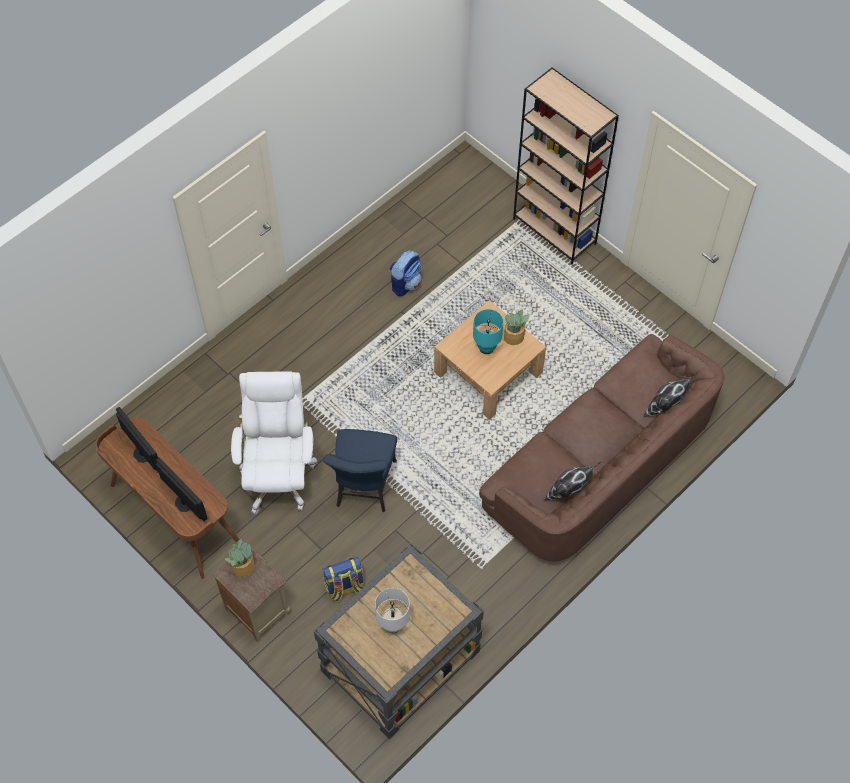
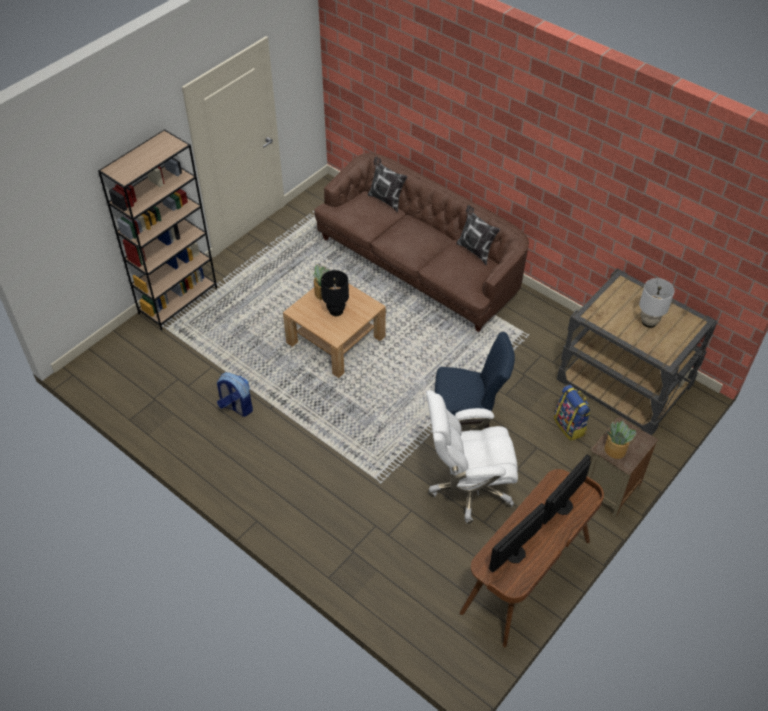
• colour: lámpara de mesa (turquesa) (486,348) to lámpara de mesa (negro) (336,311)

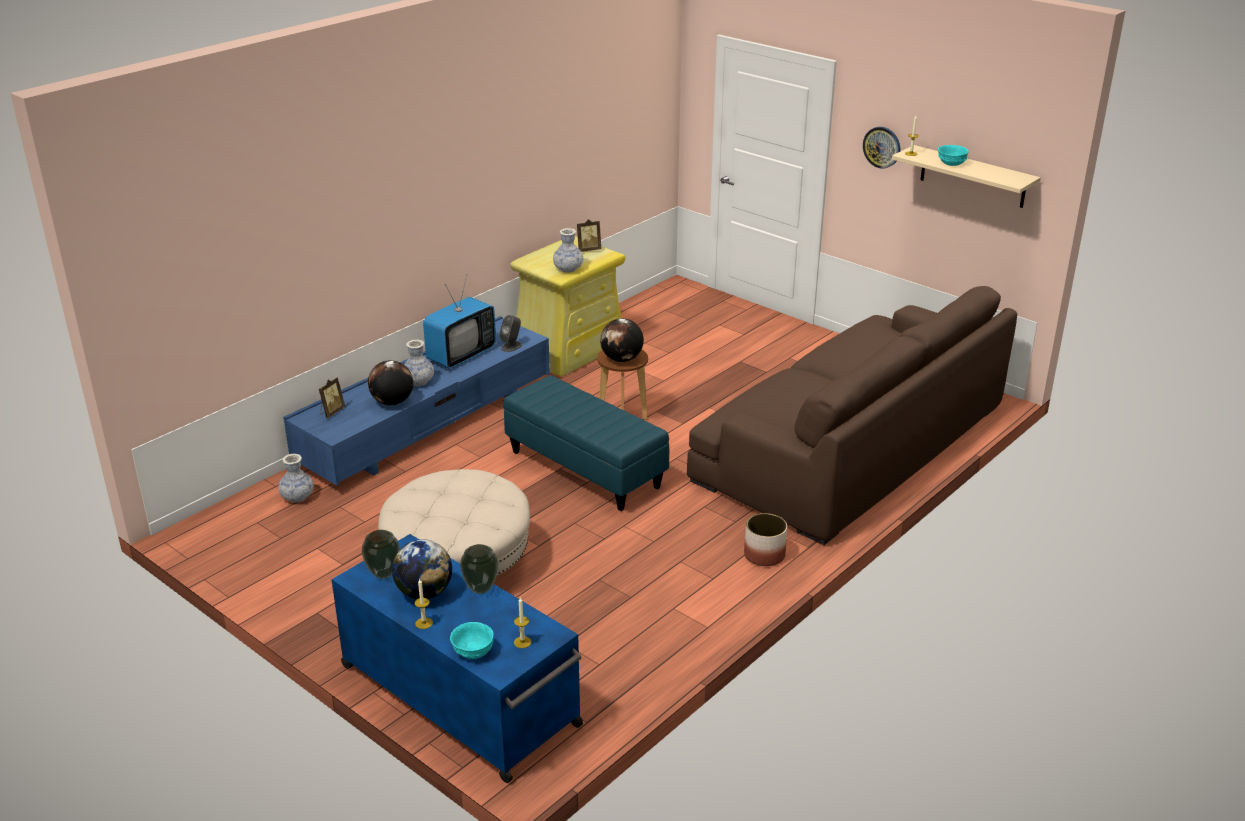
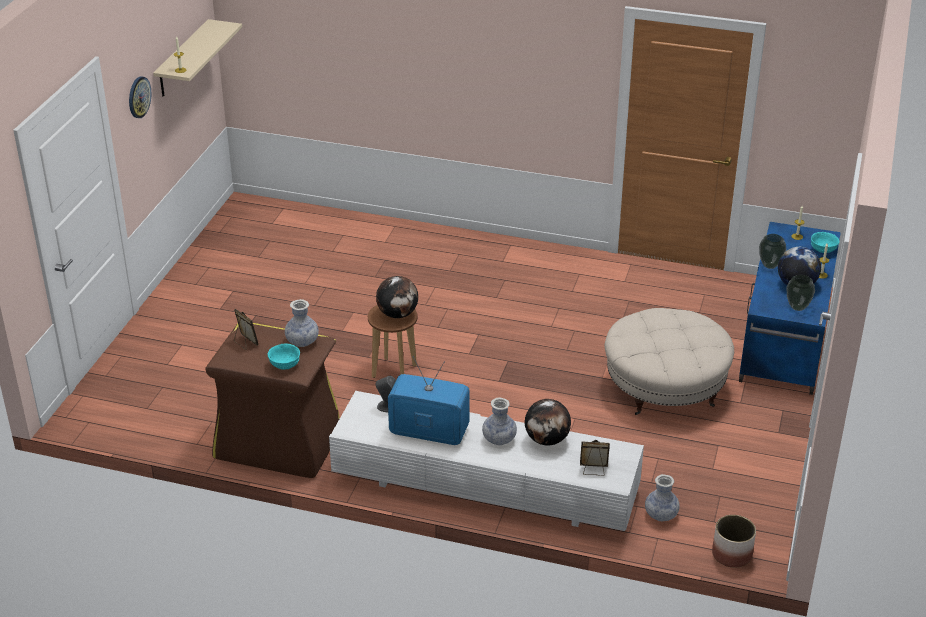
• colour: mueble de televisión (azul) (426,423) to mueble de televisión (blanco) (484,487)
• missing: puf (azul) (584,470)
• colour: mesita de noche (amarillo) (571,350) to mesita de noche (marrón) (277,444)
• missing: sofá (marrón) (849,443)
• relocated: maceta (764,555) to (731,554)
• relocated: cuenco (turquesa) (952,163) to (284,365)

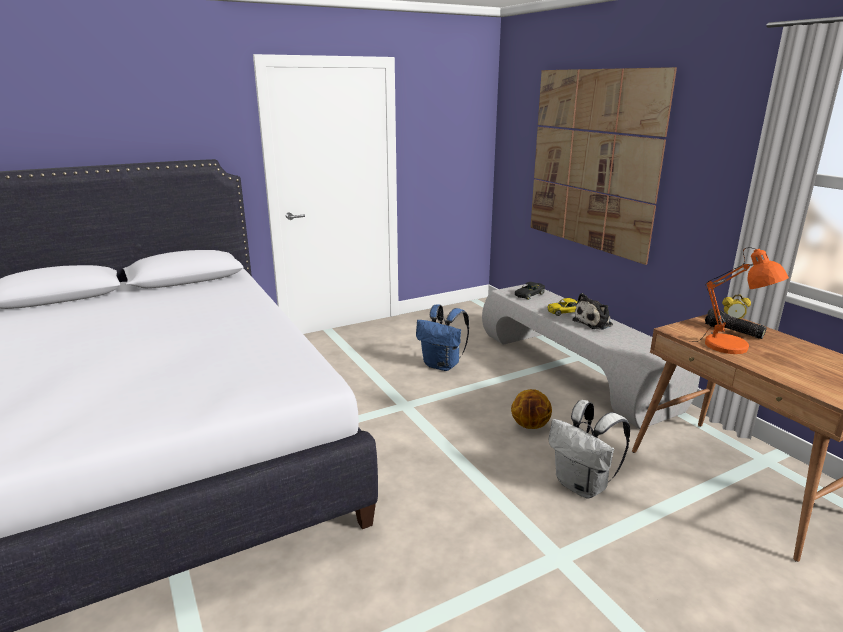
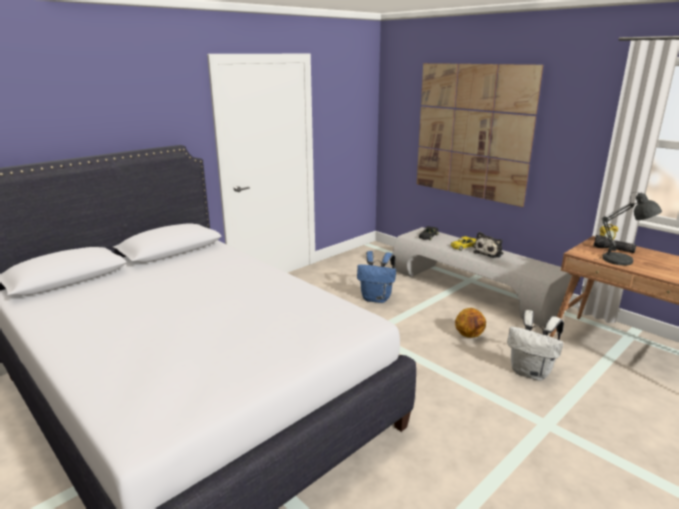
• colour: lámpara de mesa (naranja) (731,348) to lámpara de mesa (gris) (621,261)

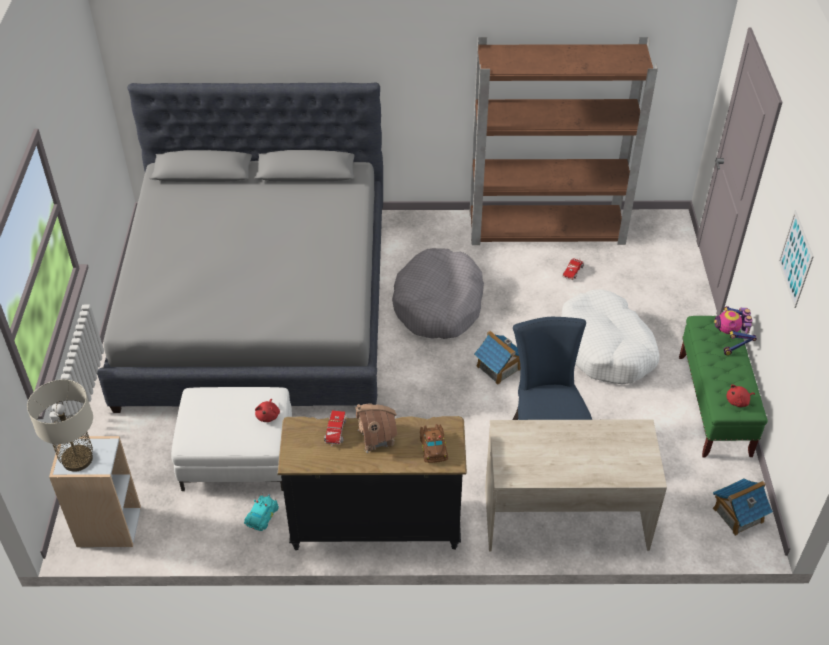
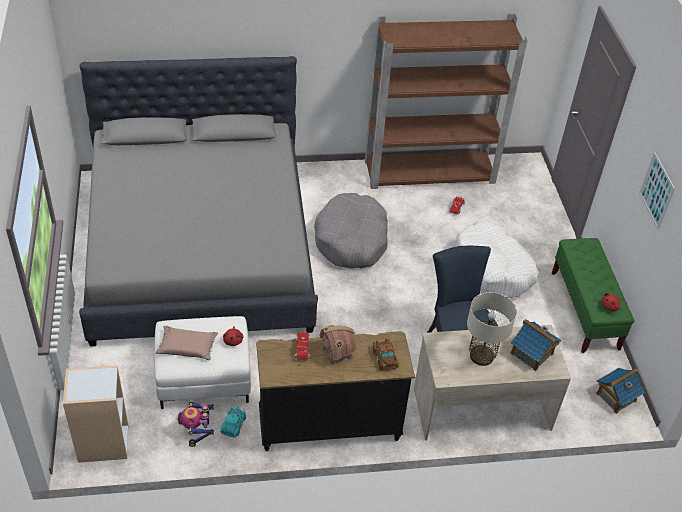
• relocated: lámpara de mesa (77,459) to (481,356)
• relocated: casita (499,368) to (532,353)
• relocated: robot de juguete (729,341) to (197,432)
• appeared: cojín (beis) (187,346)

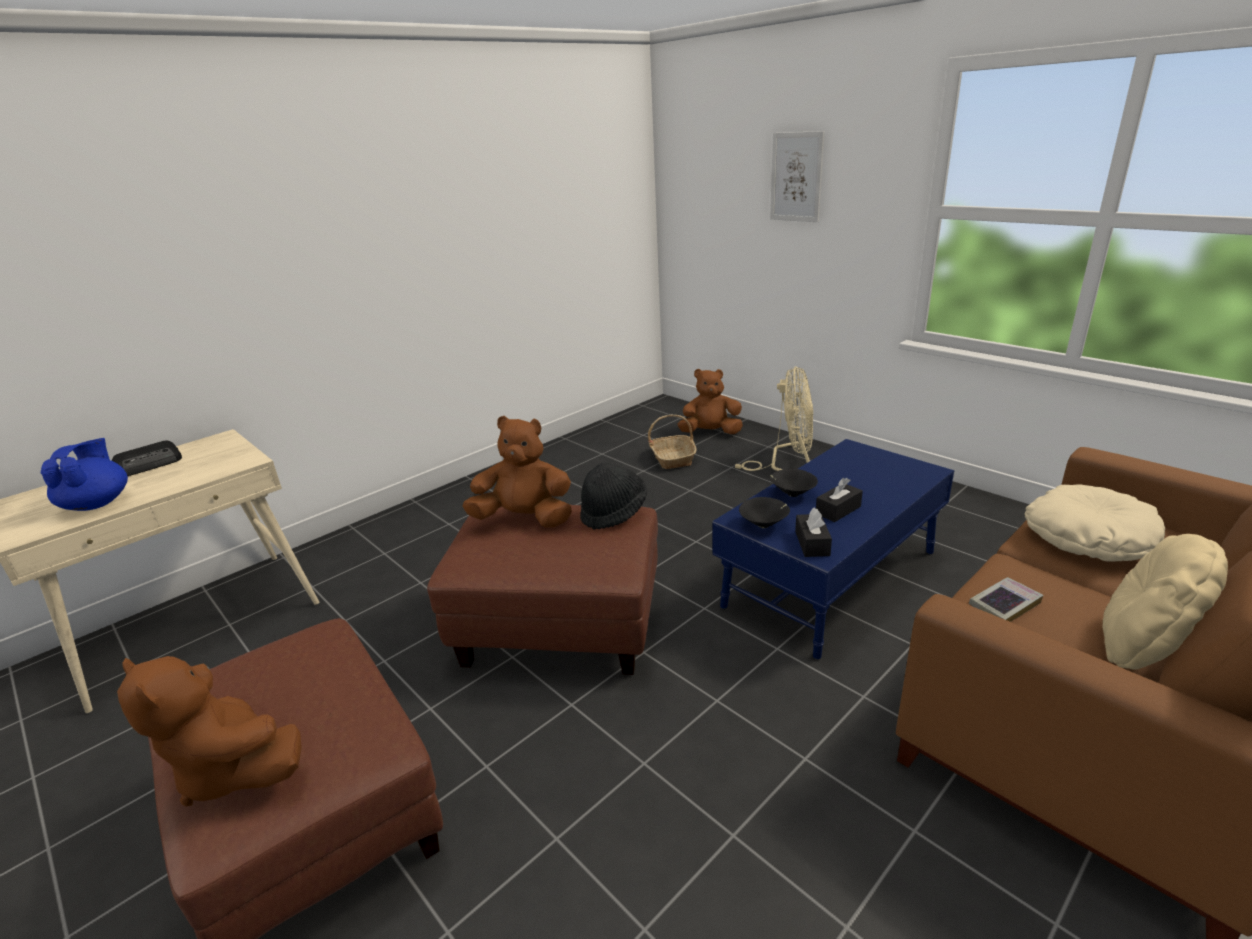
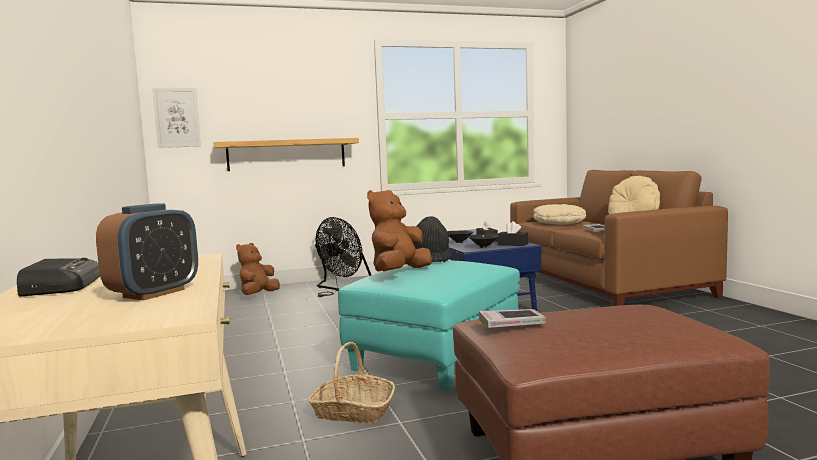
• exchanged: tetera (azul) (98,503) to despertador (154,293)
• missing: peluche (marrón) (234,769)
• colour: puf (marrón) (561,626) to puf (turquesa) (435,358)
• relocated: cesta (672,458) to (353,411)
• colour: ventilador (beis) (786,461) to ventilador (negro) (337,287)
• relocated: cuadro (796,177) to (177,117)
• appeared: estante (286,154)
• appeared: libro (511,324)

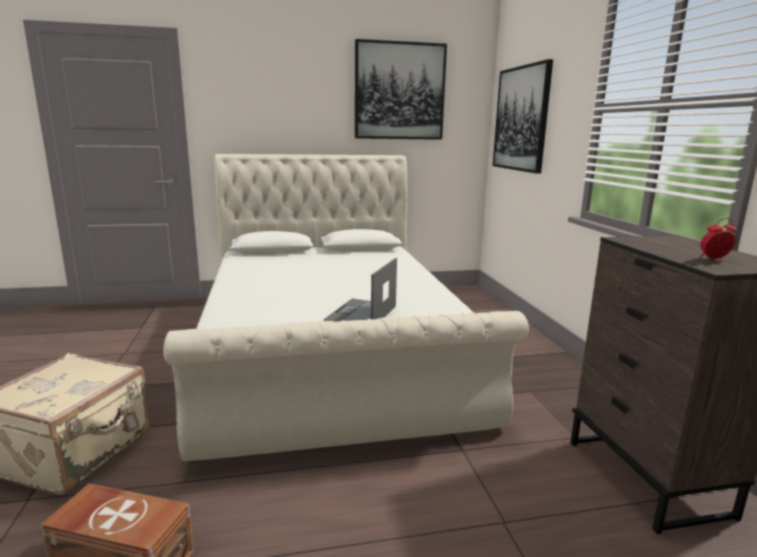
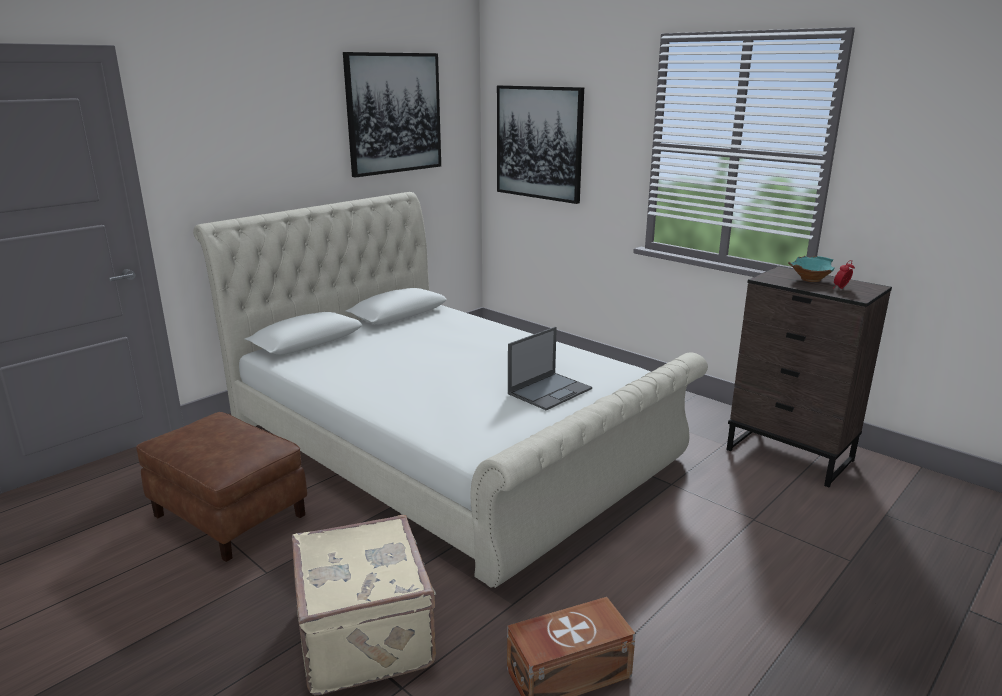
• spun: portátil (361,314) = (550,391) 120 degrees counterclockwise
• appeared: puf (marrón) (228,516)
• appeared: cuenco (turquesa) (809,279)

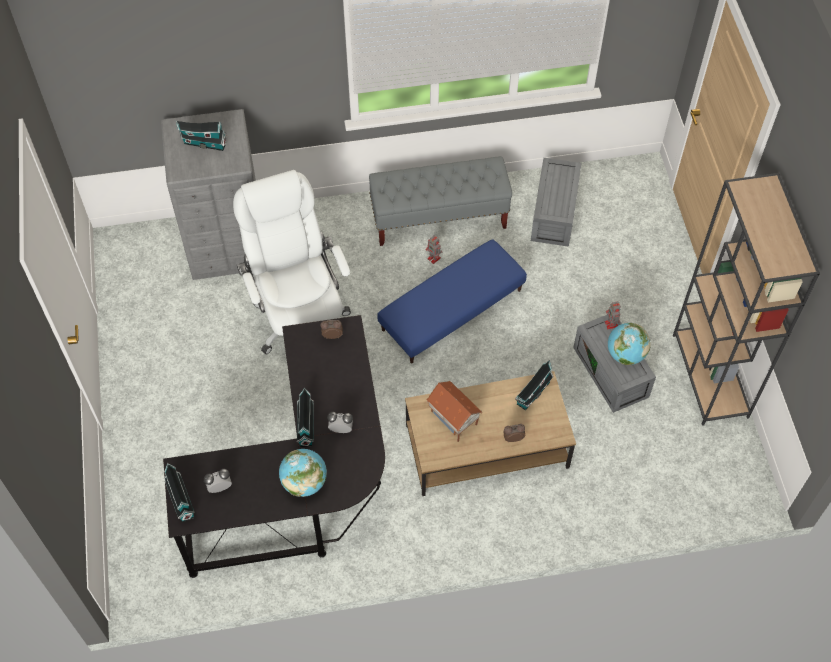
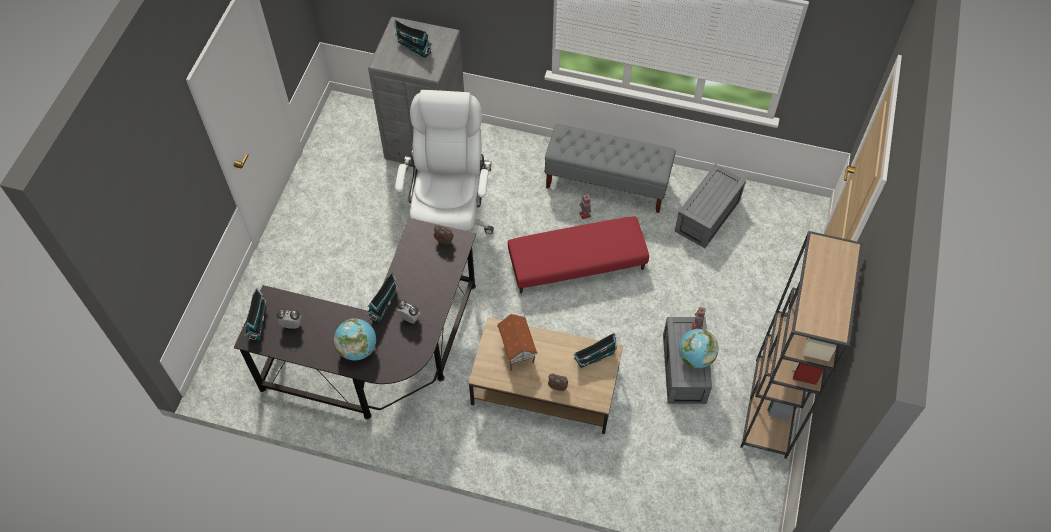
• colour: puf (azul) (451,309) to puf (rojo) (577,262)

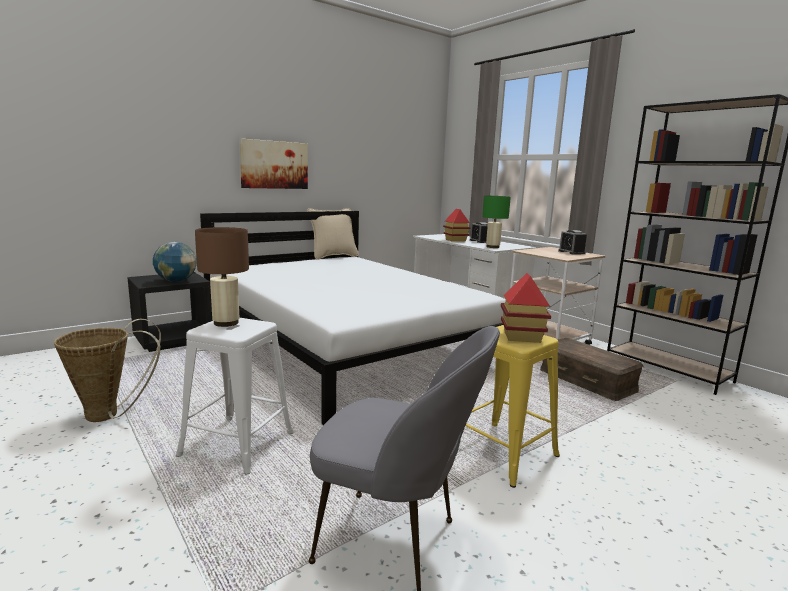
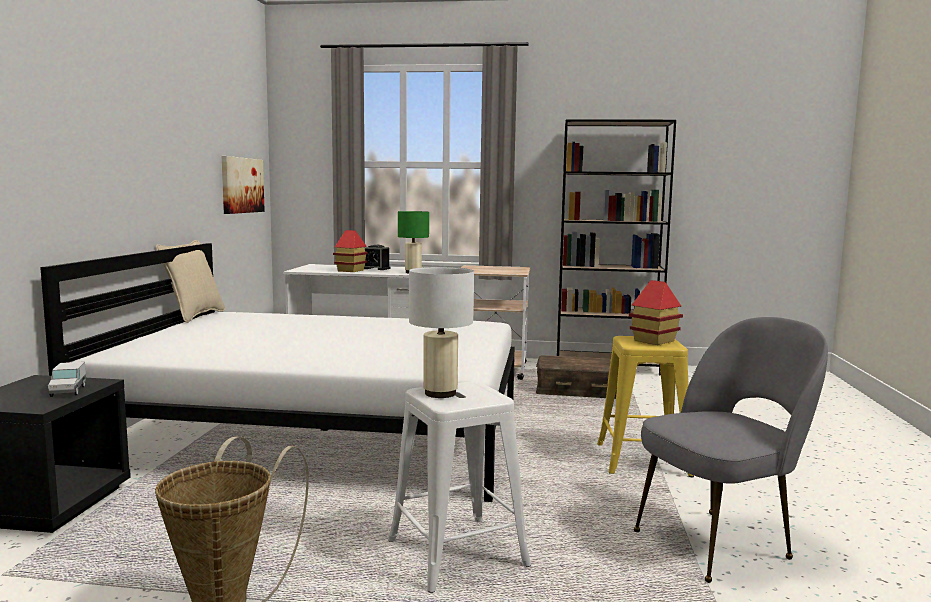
• exchanged: globo terráqueo (176,281) to camión de juguete (68,391)
• colour: lámpara de mesa (marrón) (226,323) to lámpara de mesa (blanco) (441,393)
• relocated: cuadro (274,165) to (241,185)
• missing: despertador (571,252)

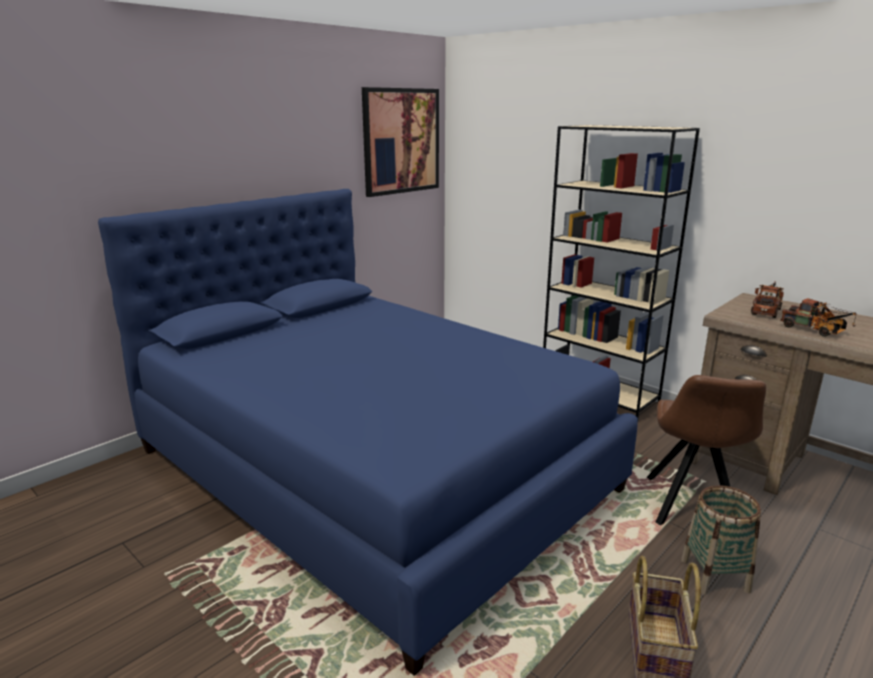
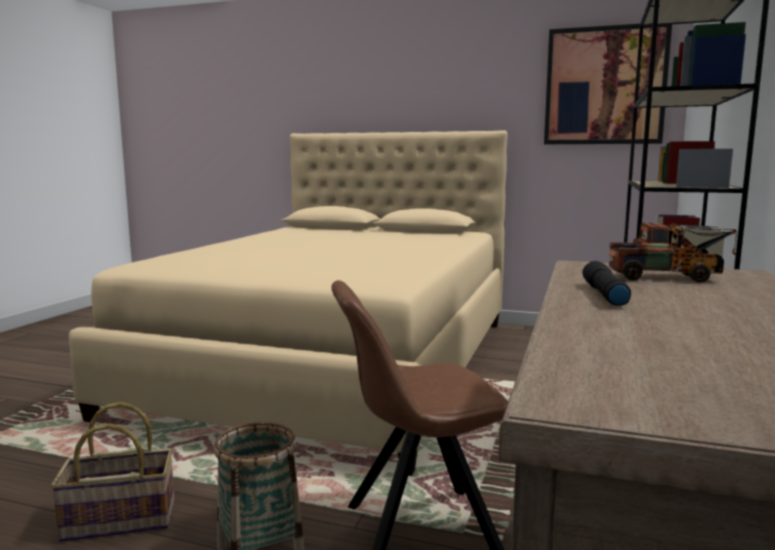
• colour: cama (azul) (371,469) to cama (beis) (337,363)
• exchanged: camión de juguete (815,330) to linterna (negro) (603,294)

